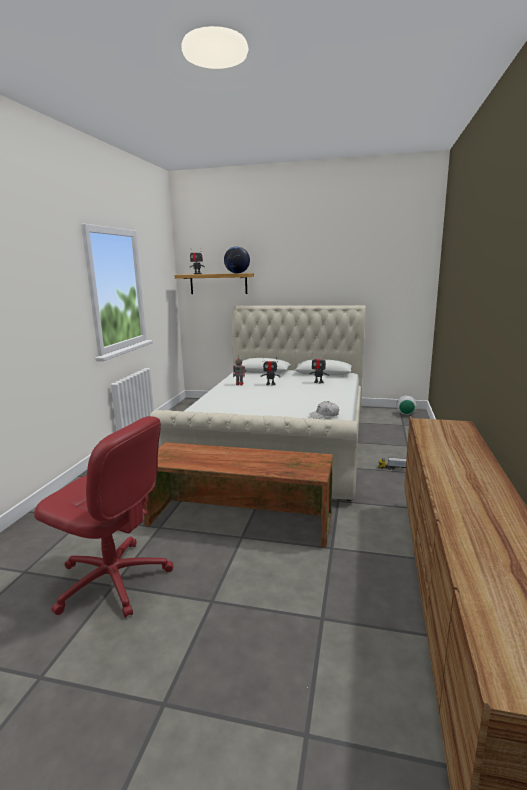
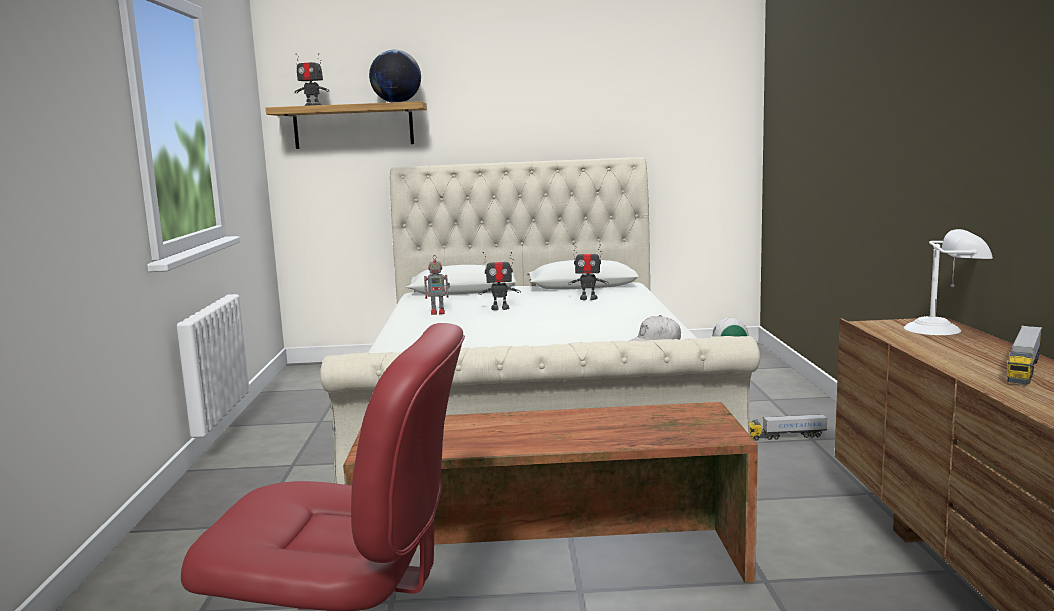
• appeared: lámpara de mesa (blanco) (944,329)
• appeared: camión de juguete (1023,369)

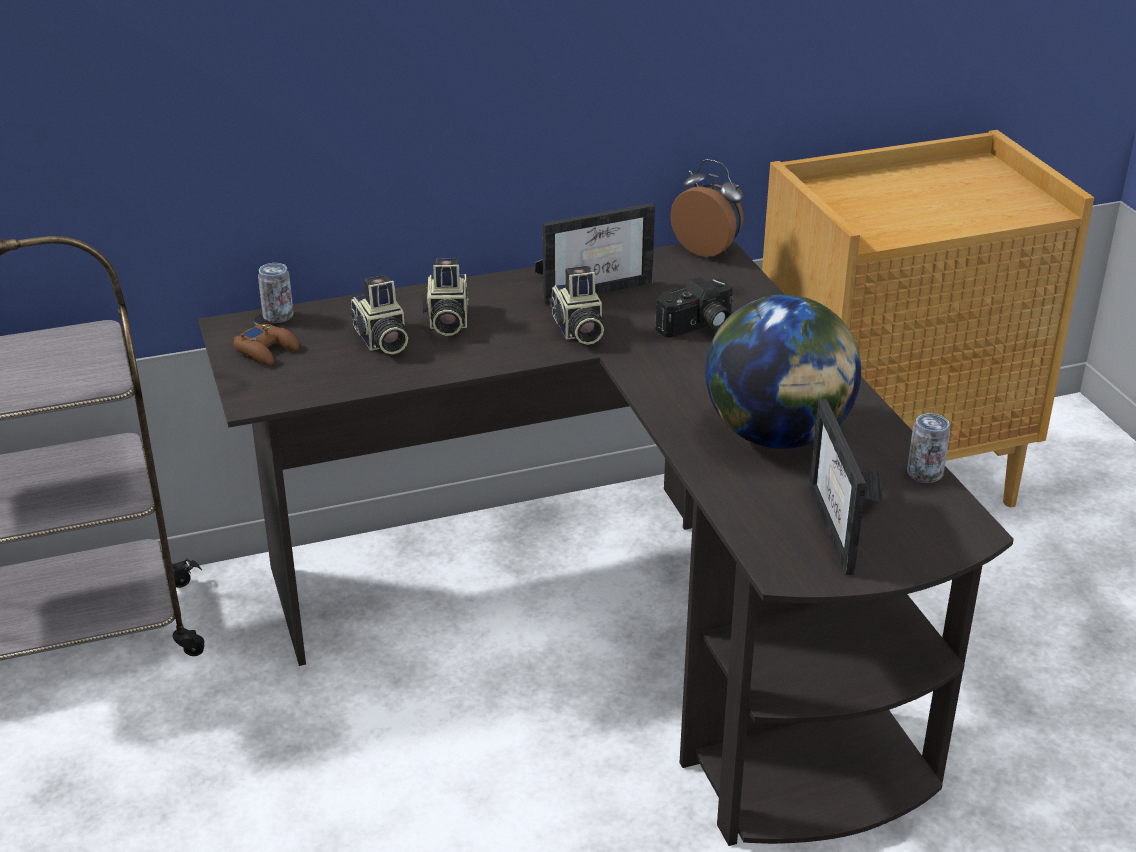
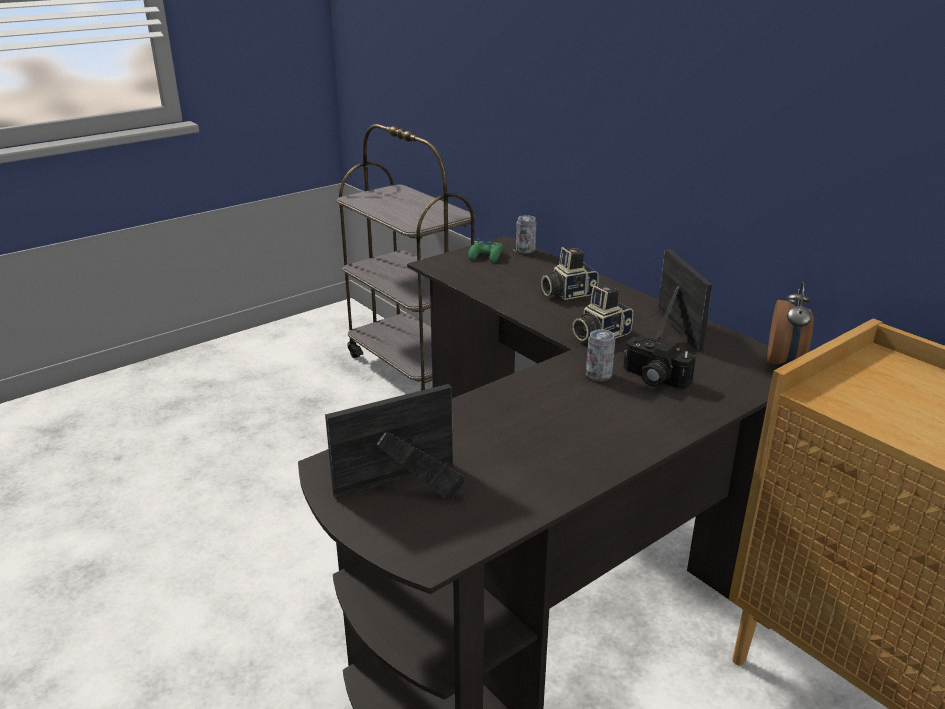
• colour: mando de consola (marrón) (267,351) to mando de consola (verde) (486,256)
• missing: cámara (381,341)
• spun: portarretratos (595,287) = (669,330) 150 degrees counterclockwise
• missing: globo terráqueo (778,436)
• relocated: lata (924,474) to (598,375)

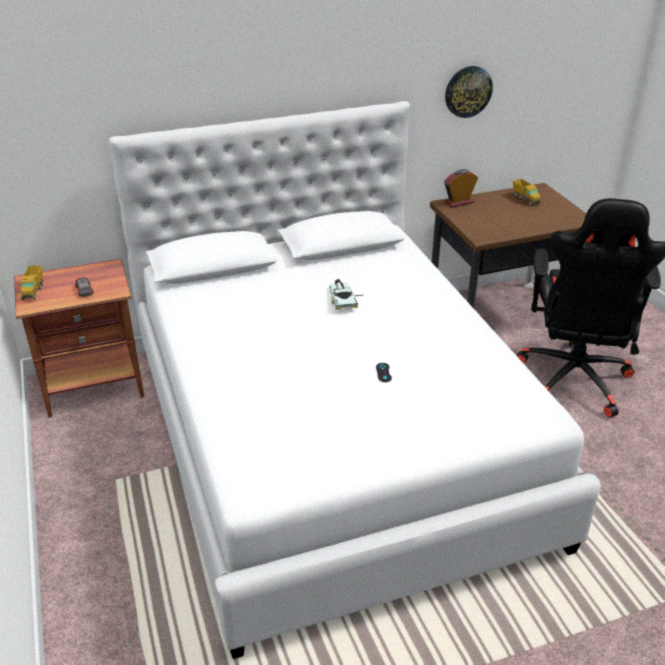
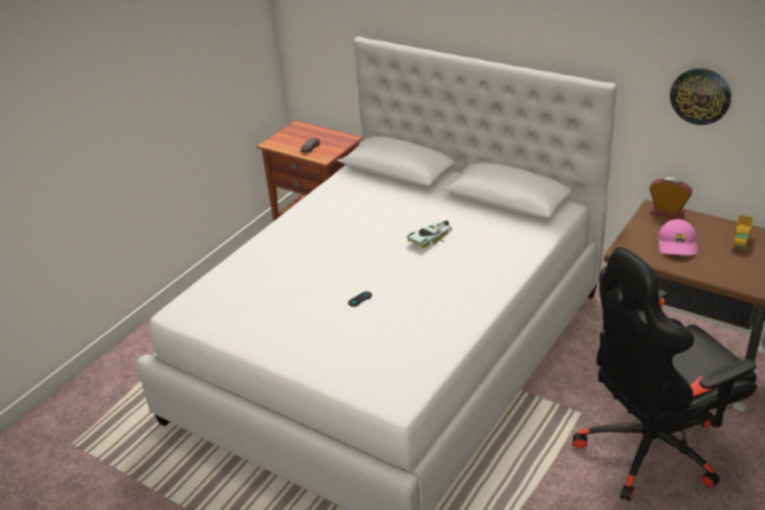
• missing: camión de juguete (33,290)
• appeared: gorra (rosa) (678,245)

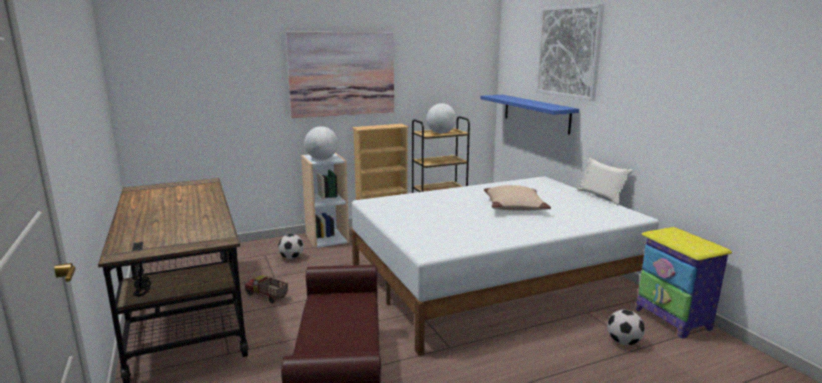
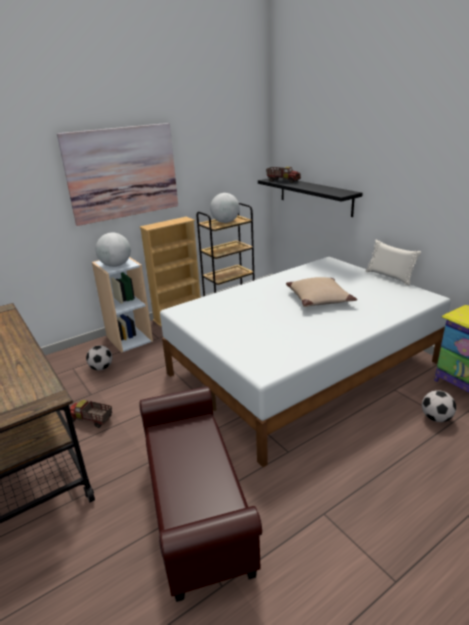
• colour: estante (azul) (536,113) to estante (negro) (315,195)
• missing: cuadro (568,52)
• appeared: camión de juguete (283,181)

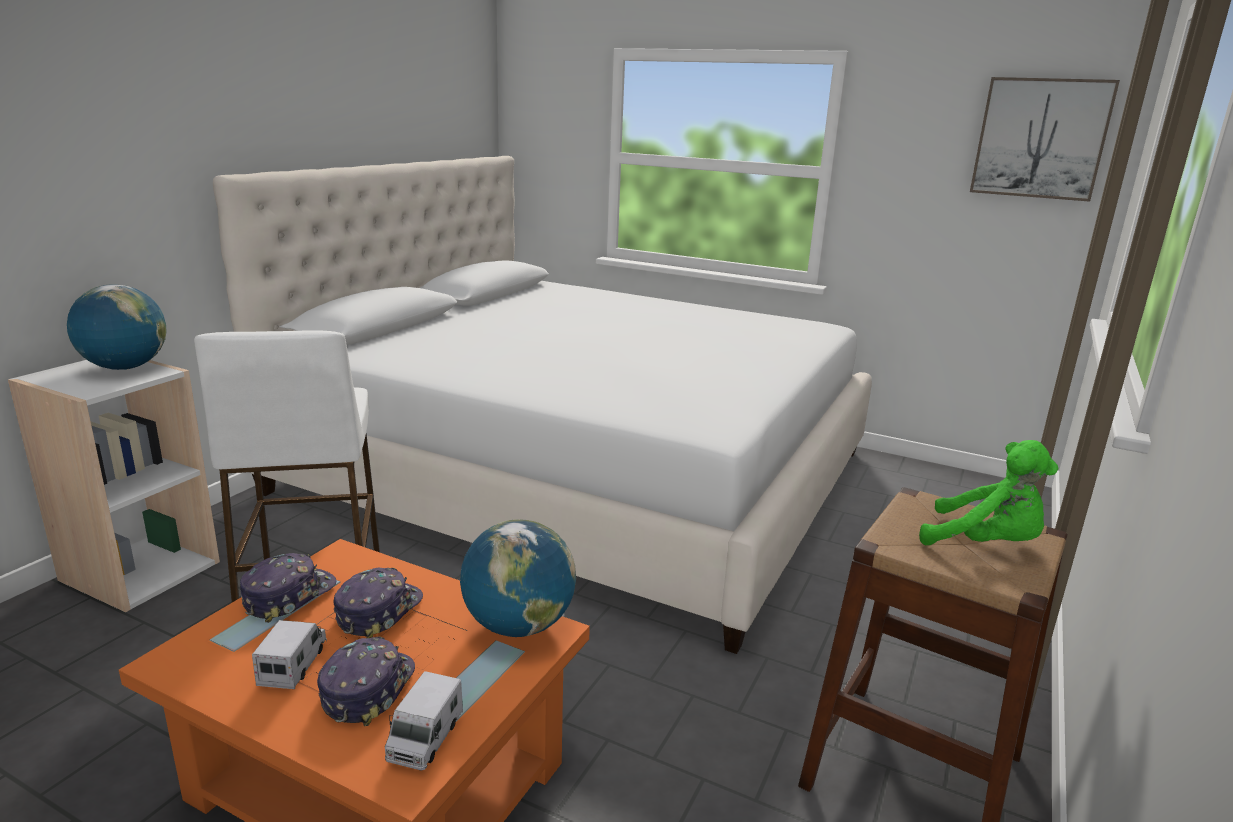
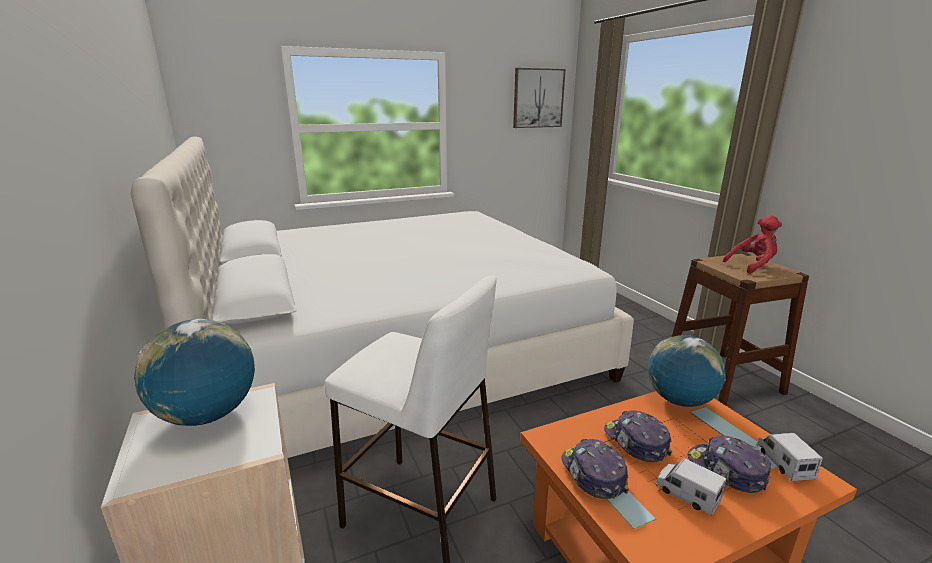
• spun: camión de juguete (425,738) = (784,463) 150 degrees counterclockwise
• colour: peluche (verde) (985,544) to peluche (rojo) (752,266)

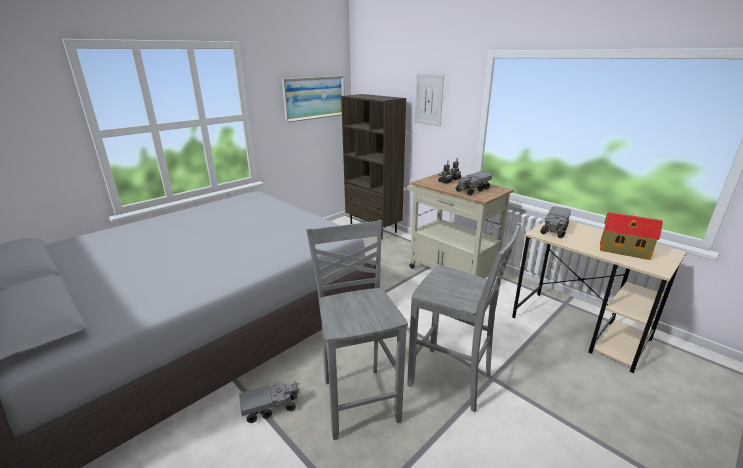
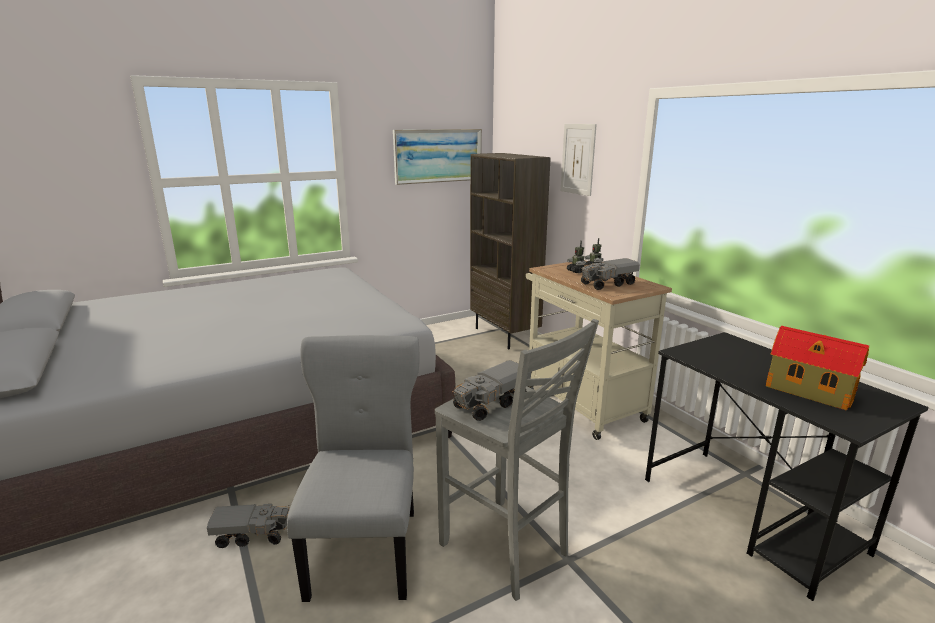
• exchanged: taburete (gris) (359,399) to silla (gris) (366,548)
• colour: escritorio (beis) (579,328) to escritorio (negro) (750,515)
• relocated: camión de juguete (554,230) to (490,403)

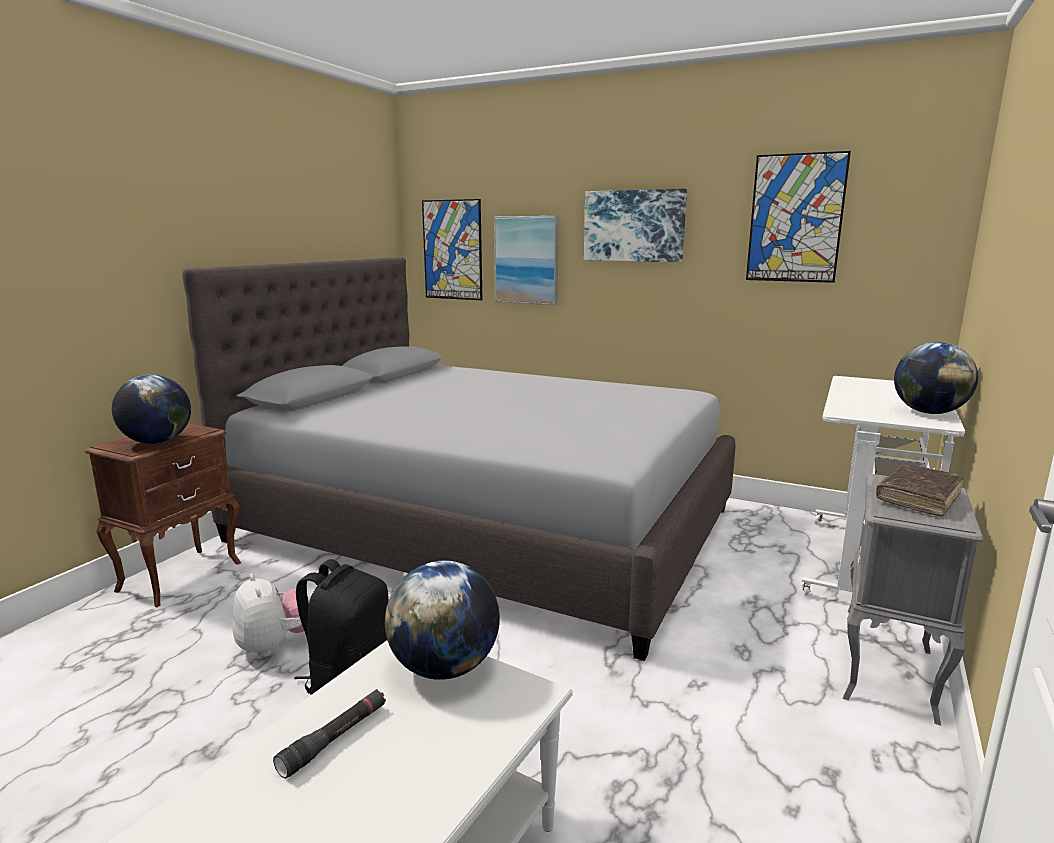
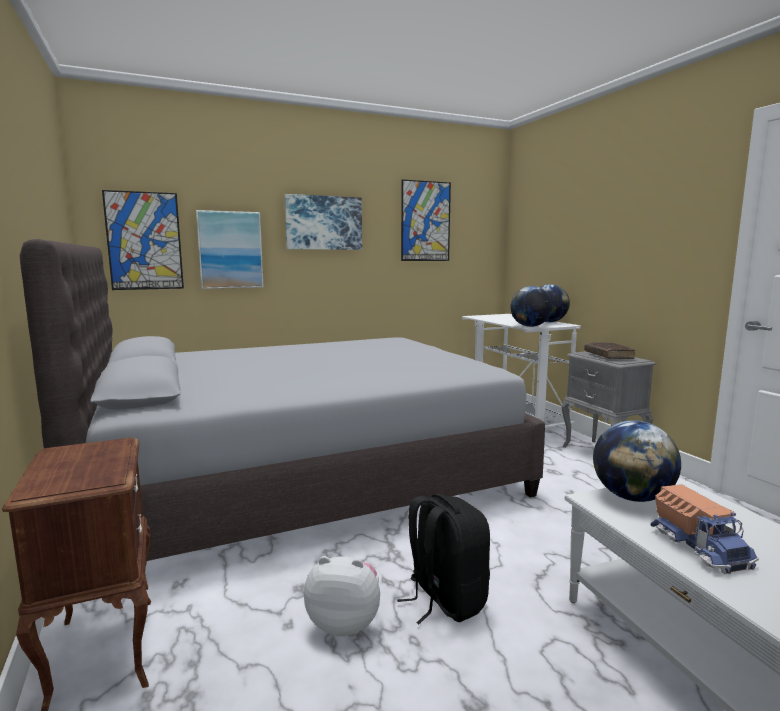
• relocated: globo terráqueo (157,442) to (530,326)
• exchanged: linterna (negro) (334,739) to camión de juguete (700,546)

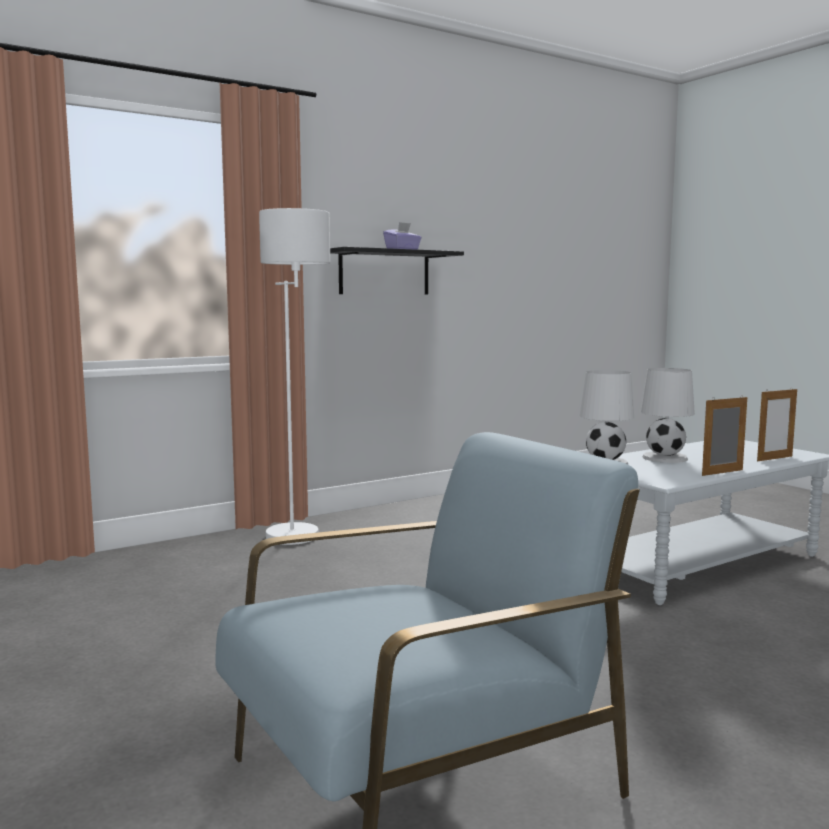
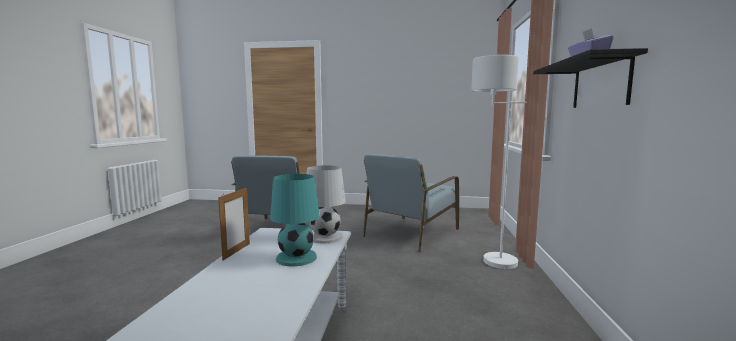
• colour: lámpara de mesa (blanco) (664,458) to lámpara de mesa (turquesa) (296,258)
• missing: portarretratos (774,458)
• appeared: sillón (azul) (411,232)

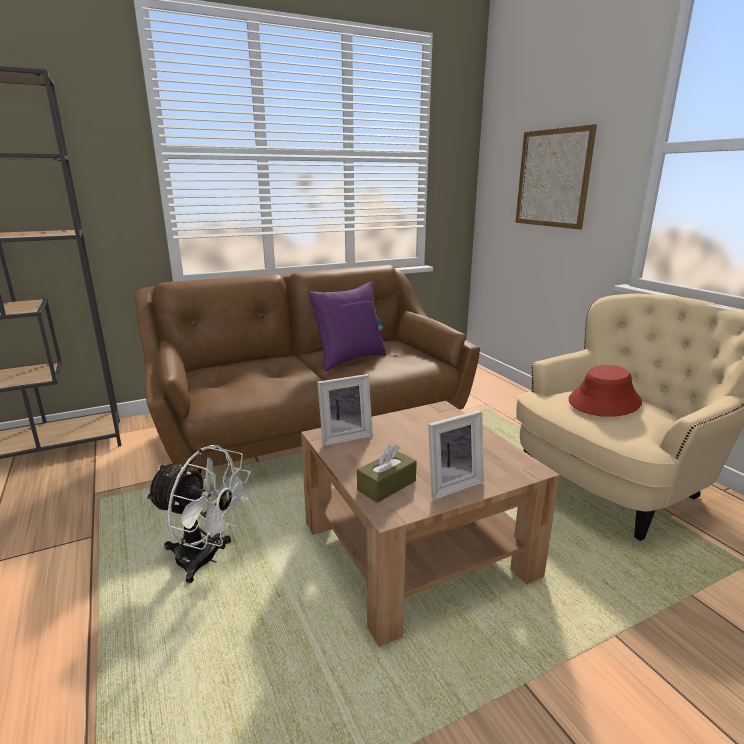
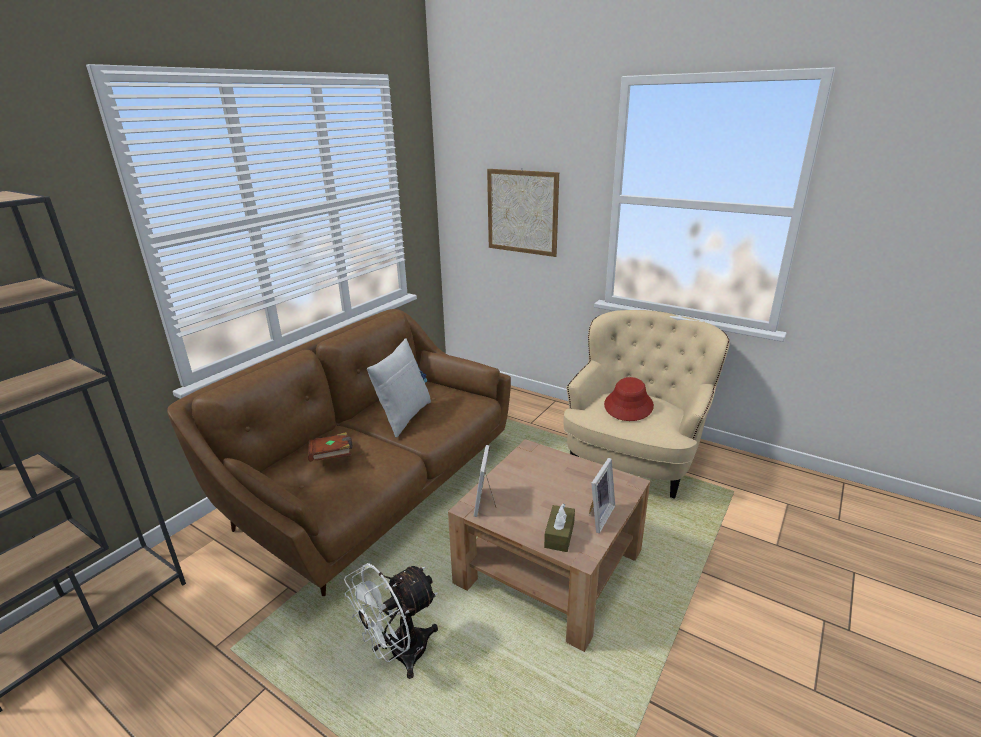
• spun: ventilador (blanco) (206,560) = (399,654) 150 degrees clockwise
• colour: cojín (morado) (349,360) to cojín (gris) (404,417)
• spun: portarretratos (344,436) = (486,502) 150 degrees clockwise
• appeared: libro (marrón) (332,457)

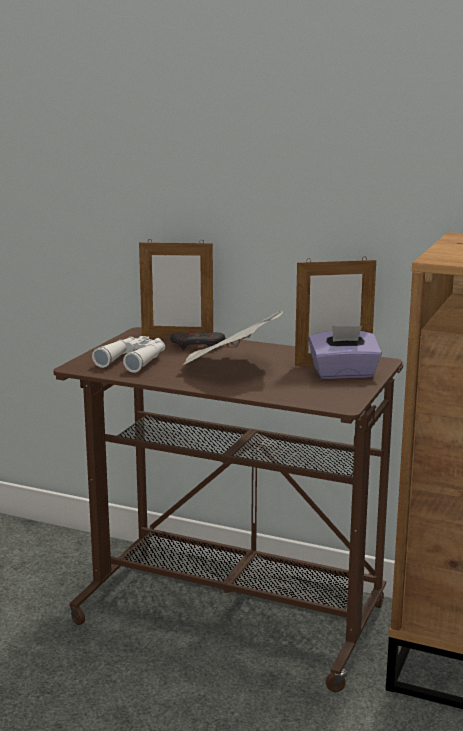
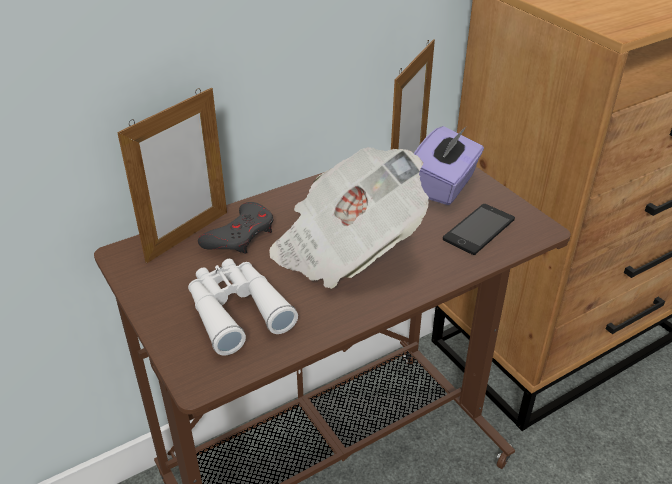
• appeared: móvil (479,229)

